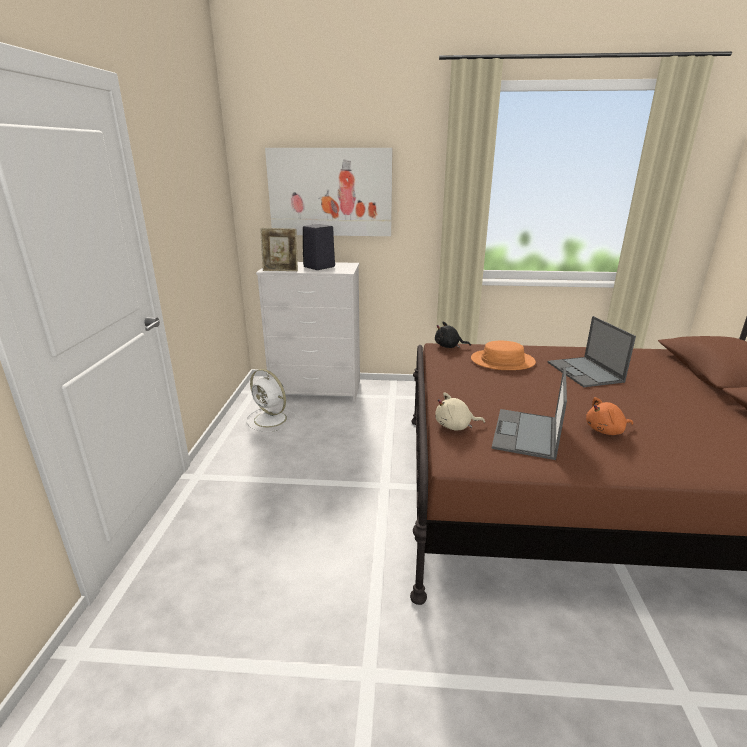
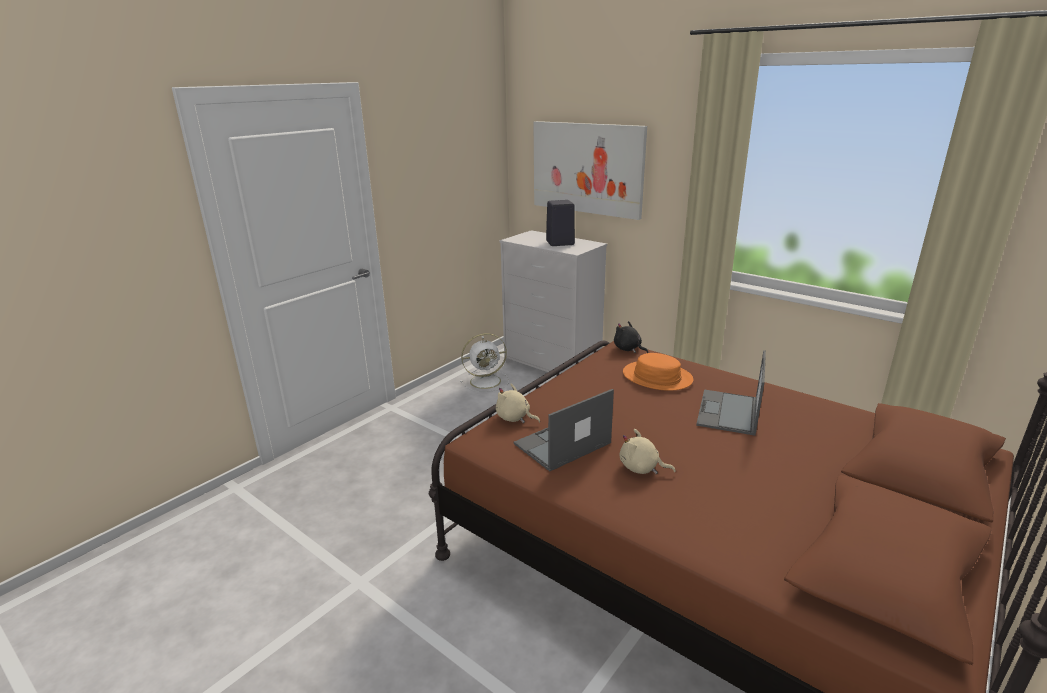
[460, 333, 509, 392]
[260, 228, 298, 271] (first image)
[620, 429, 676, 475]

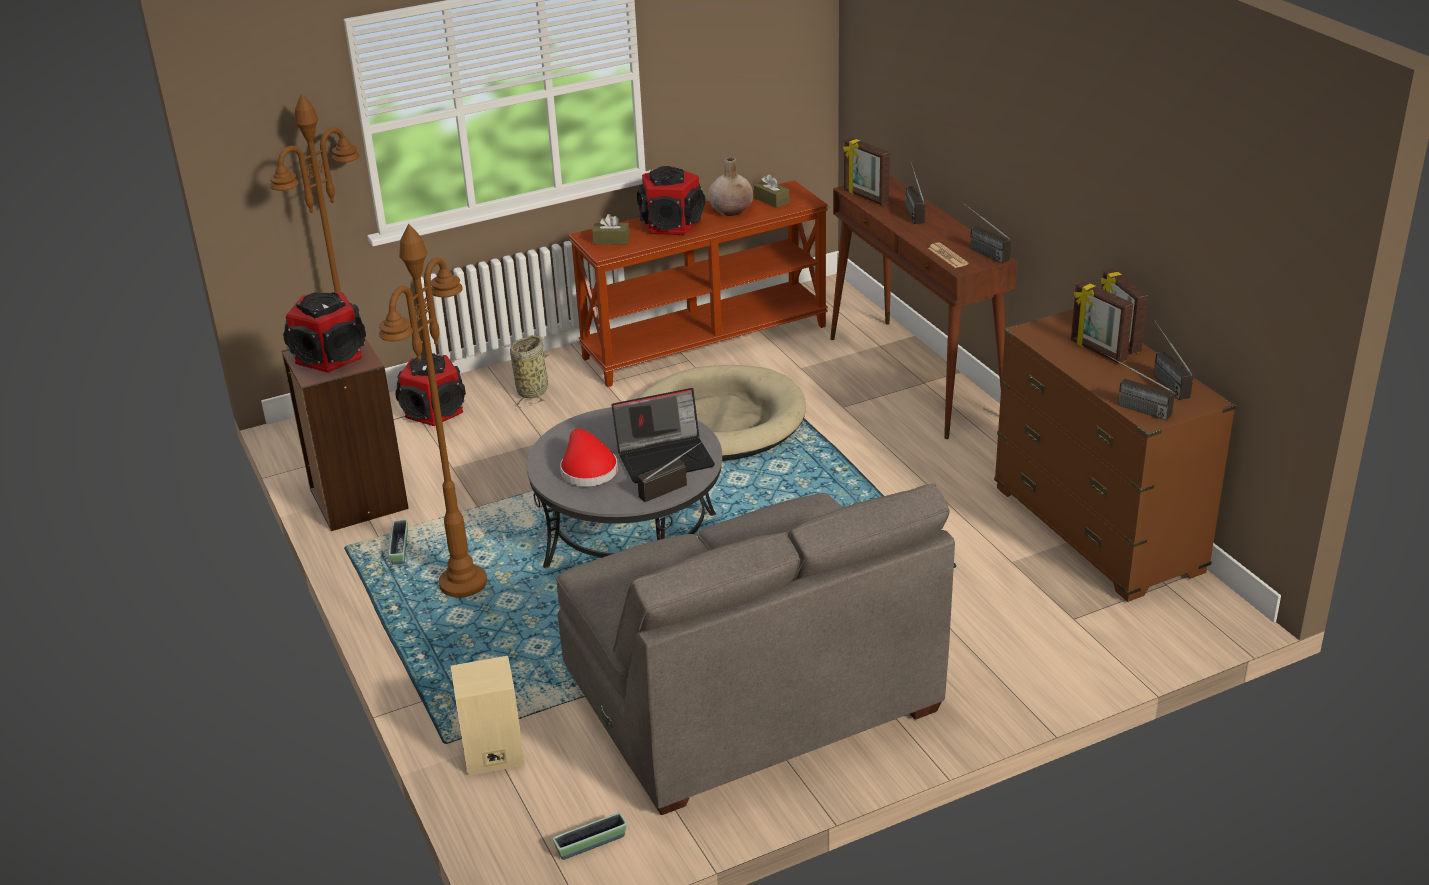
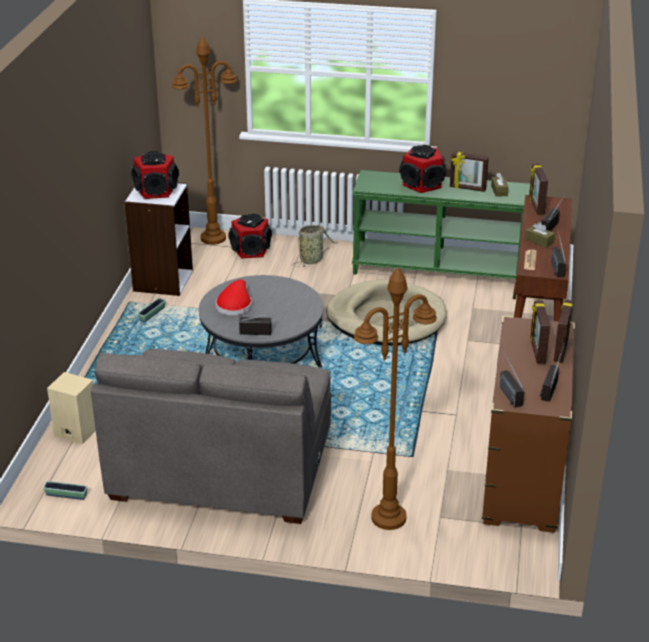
[124, 182, 193, 296]
[354, 268, 437, 530]
[352, 170, 530, 279]
[525, 222, 555, 248]
[611, 388, 715, 483] (first image)
[450, 152, 489, 192]

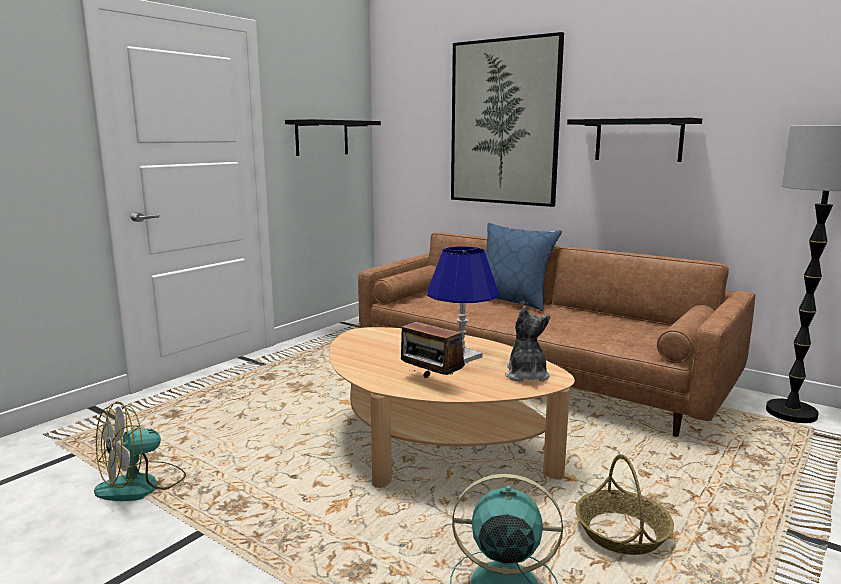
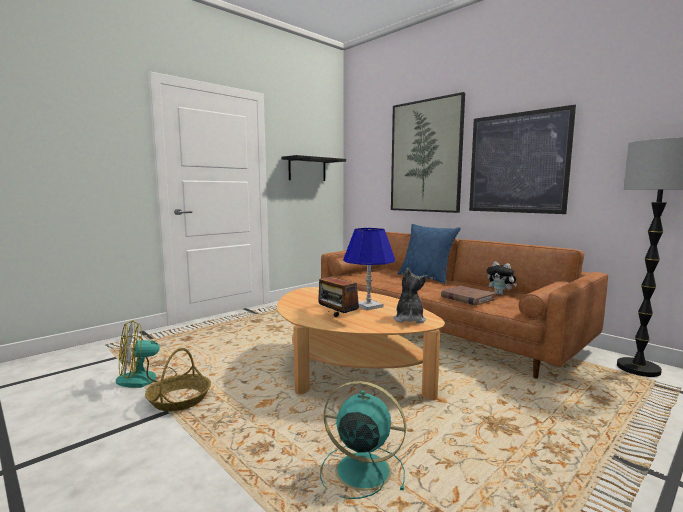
[469, 105, 576, 214]
[145, 348, 211, 411]
[441, 286, 496, 306]
[487, 262, 517, 295]

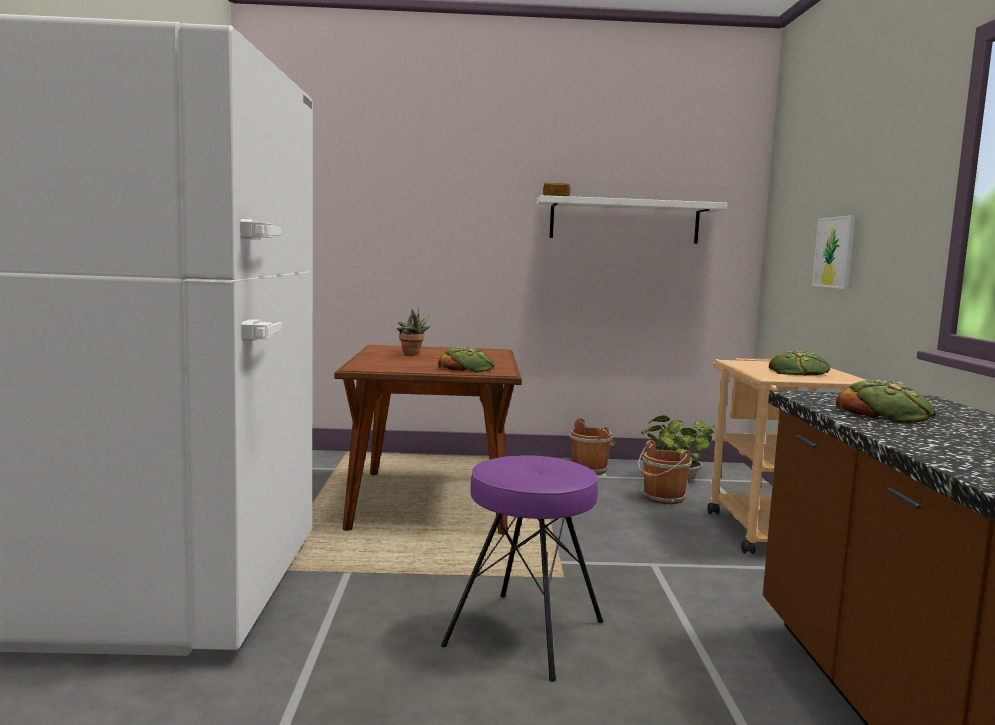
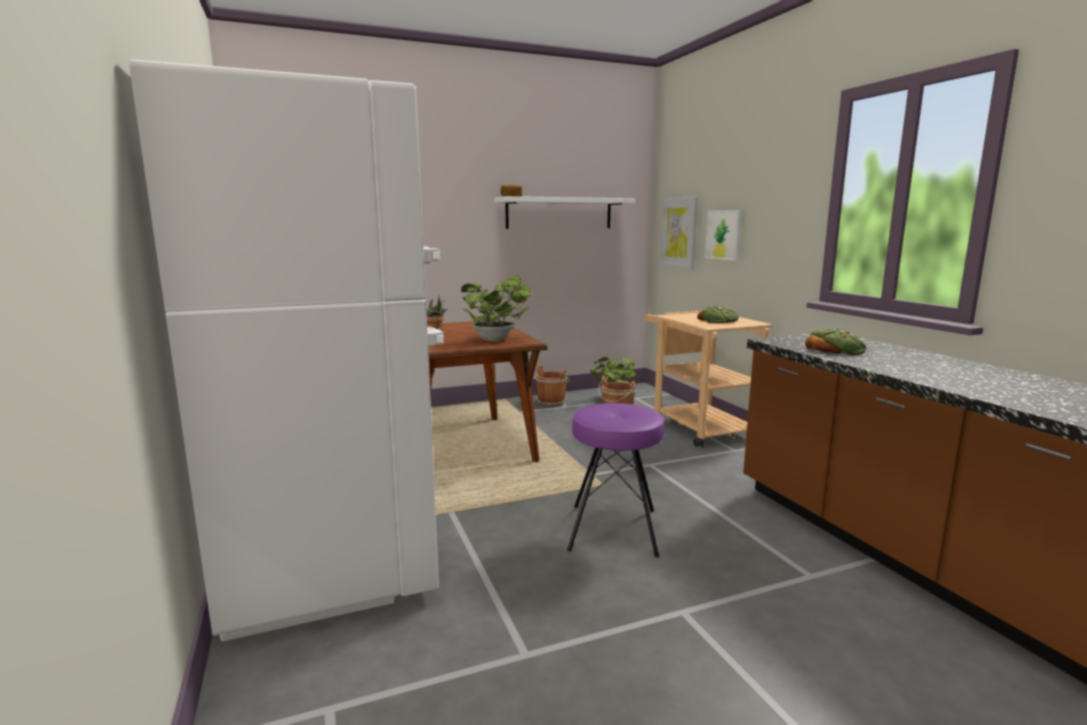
[461, 275, 531, 342]
[660, 196, 698, 269]

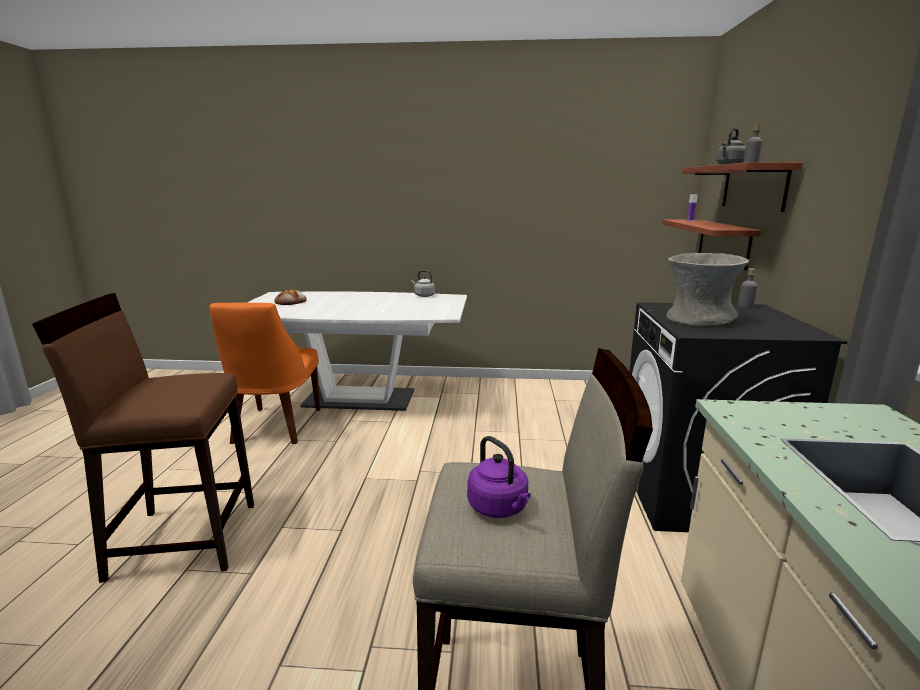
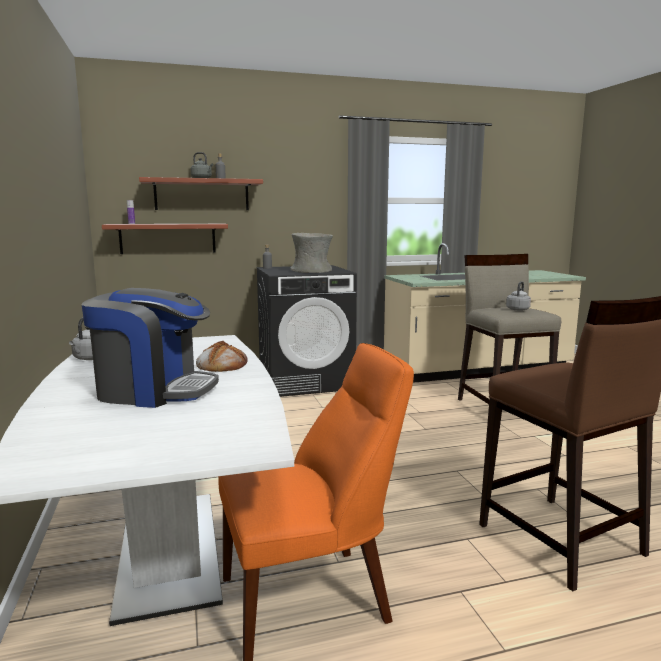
[196, 341, 248, 372]
[506, 281, 531, 311]
[82, 288, 219, 408]

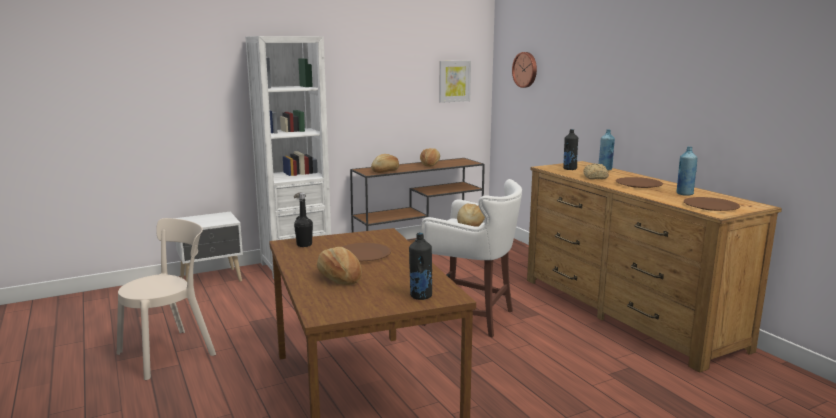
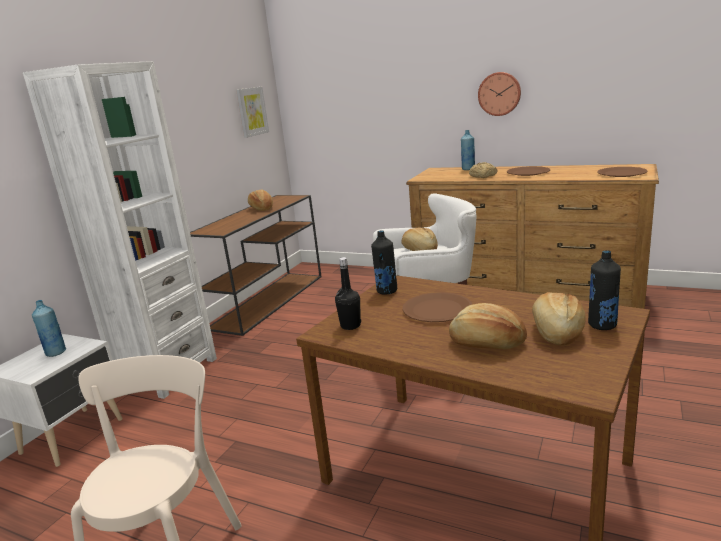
[532, 292, 586, 345]
[478, 72, 521, 116]
[371, 231, 397, 295]
[32, 300, 66, 357]

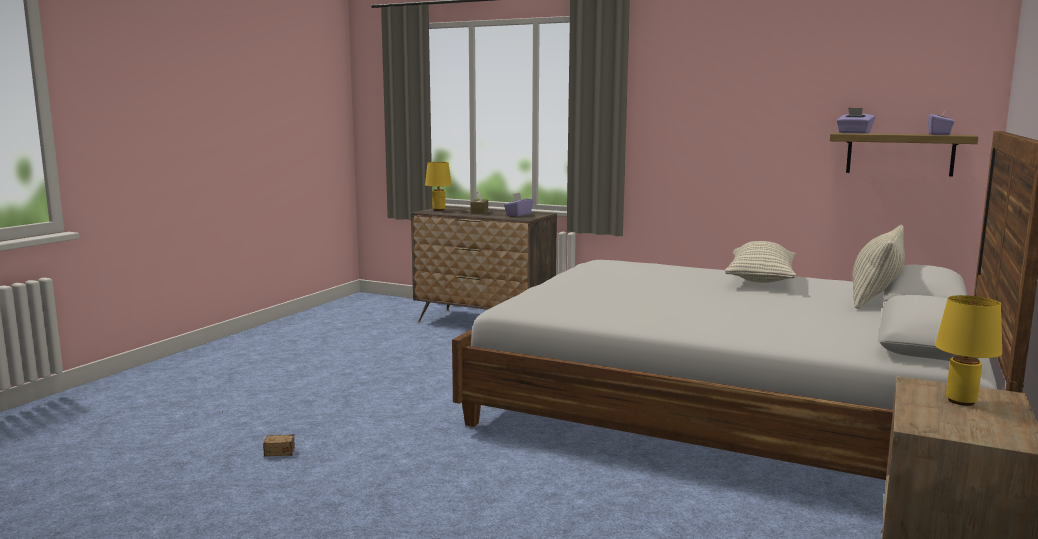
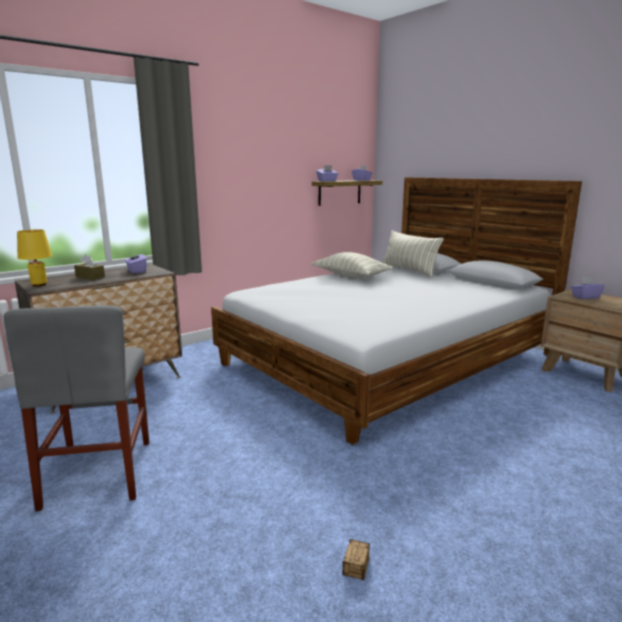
[571, 277, 605, 299]
[3, 305, 149, 511]

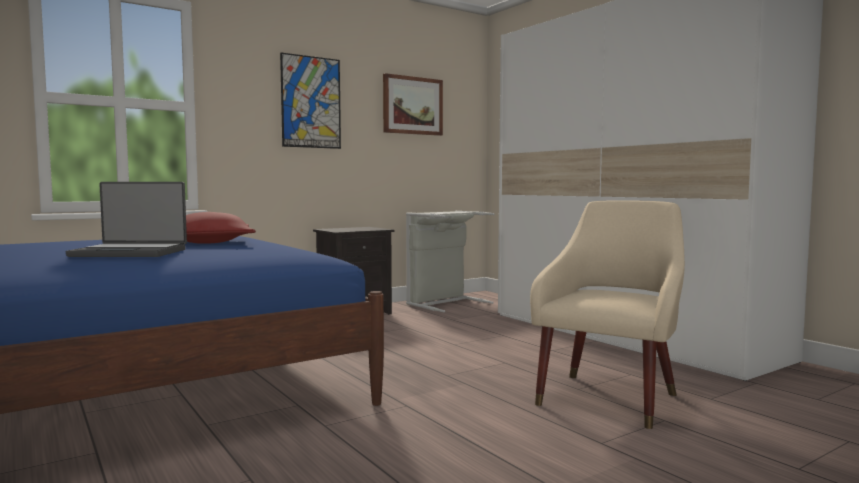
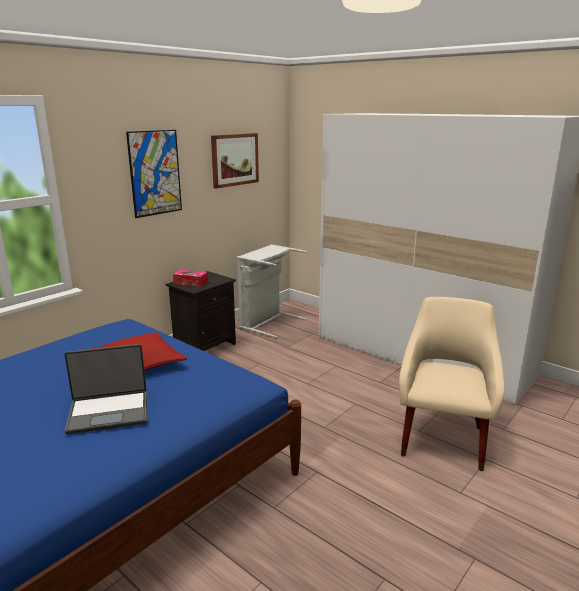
[173, 270, 208, 287]

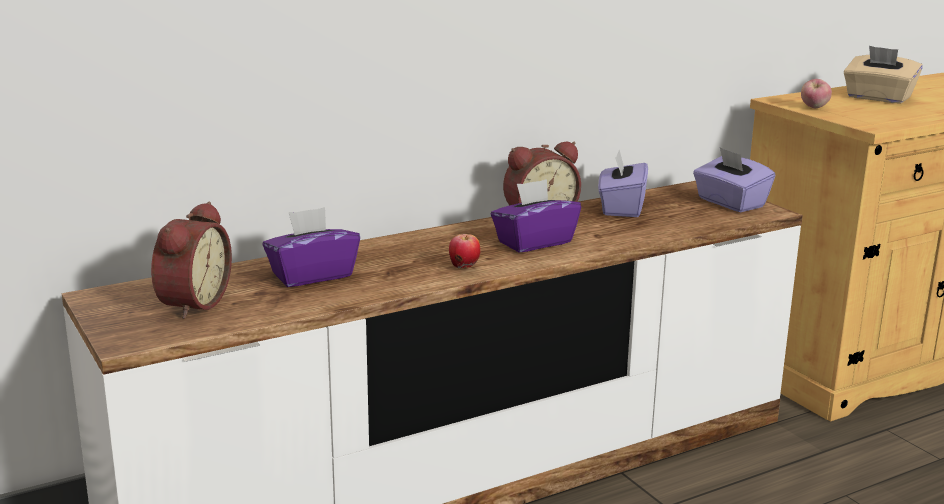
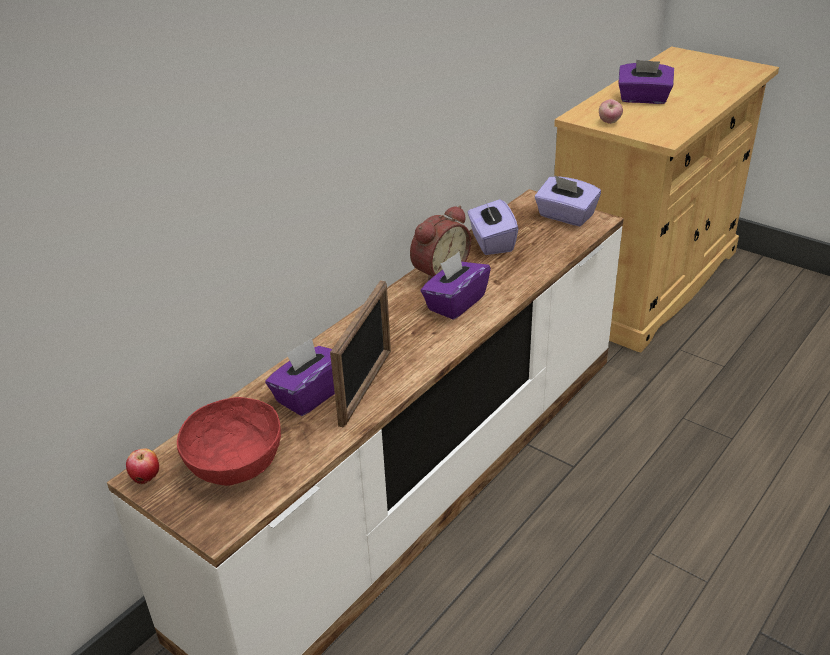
[177, 397, 281, 486]
[126, 448, 159, 484]
[618, 60, 674, 104]
[330, 280, 391, 427]

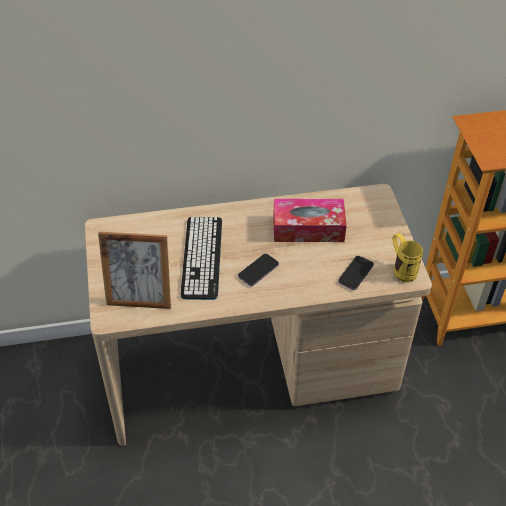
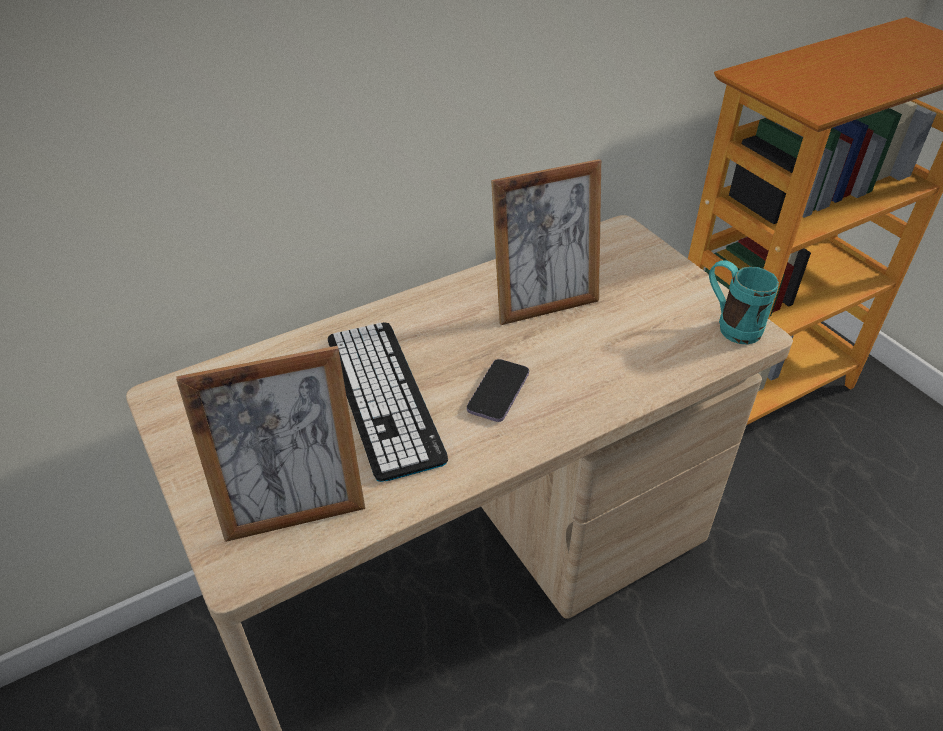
[491, 159, 601, 325]
[338, 256, 374, 290] (first image)
[709, 260, 779, 344]

